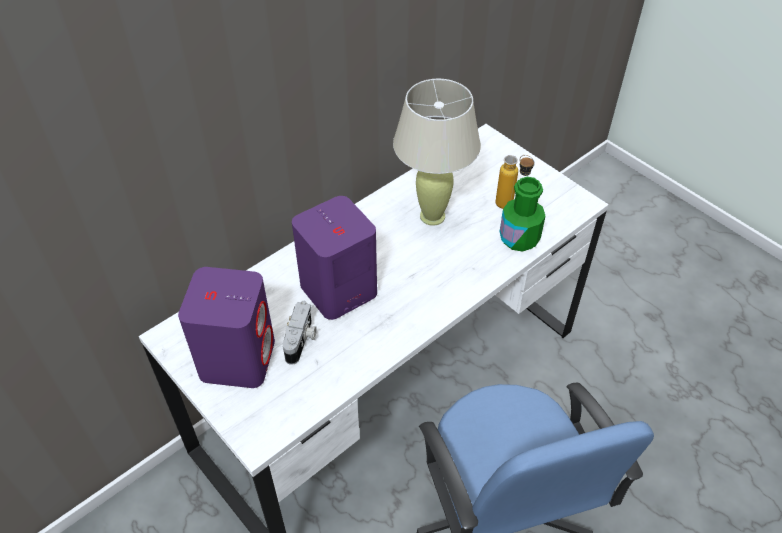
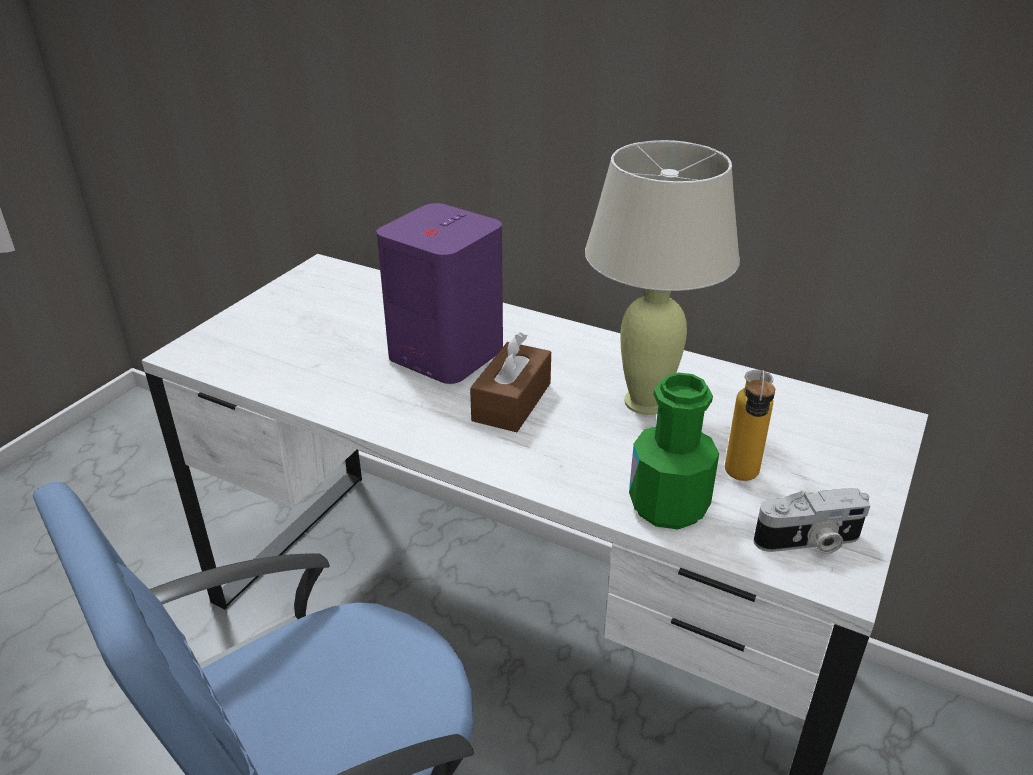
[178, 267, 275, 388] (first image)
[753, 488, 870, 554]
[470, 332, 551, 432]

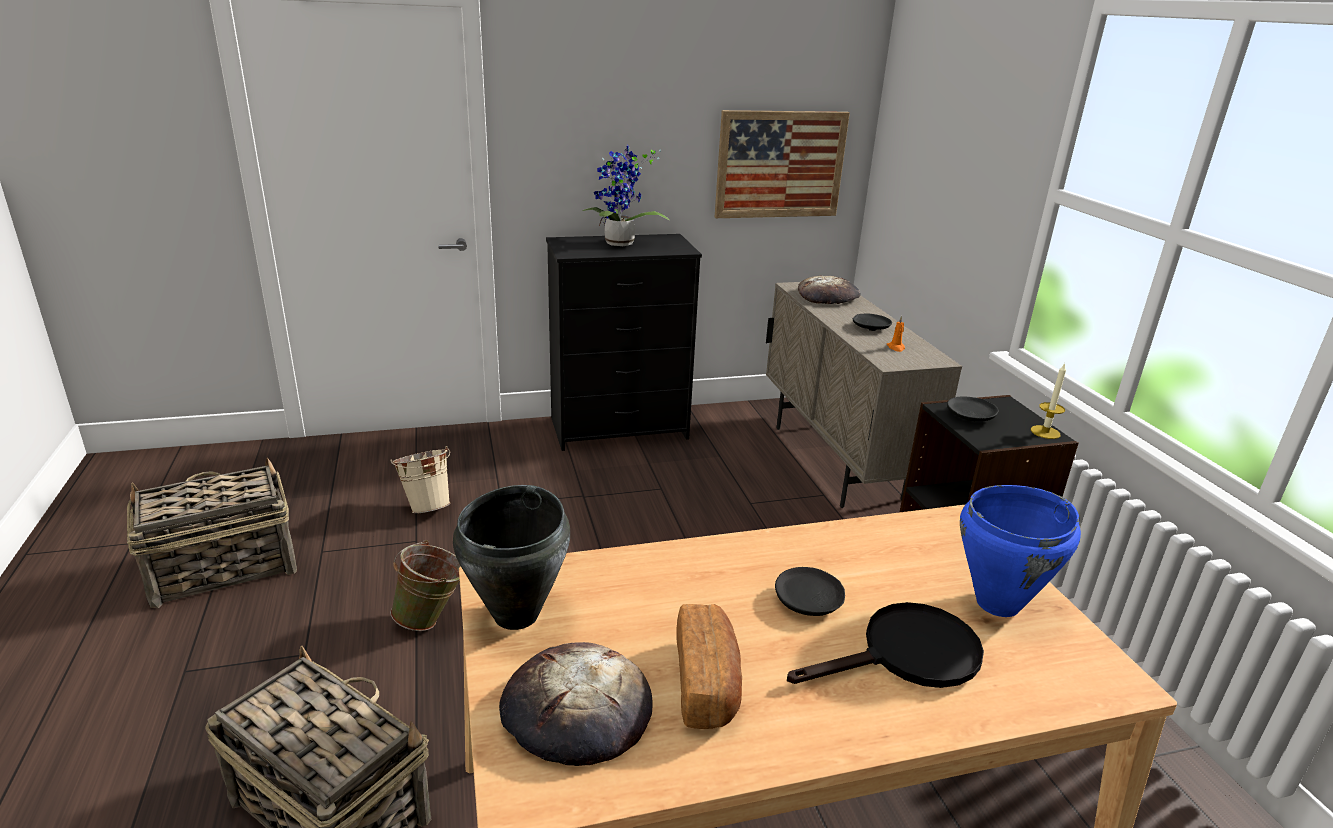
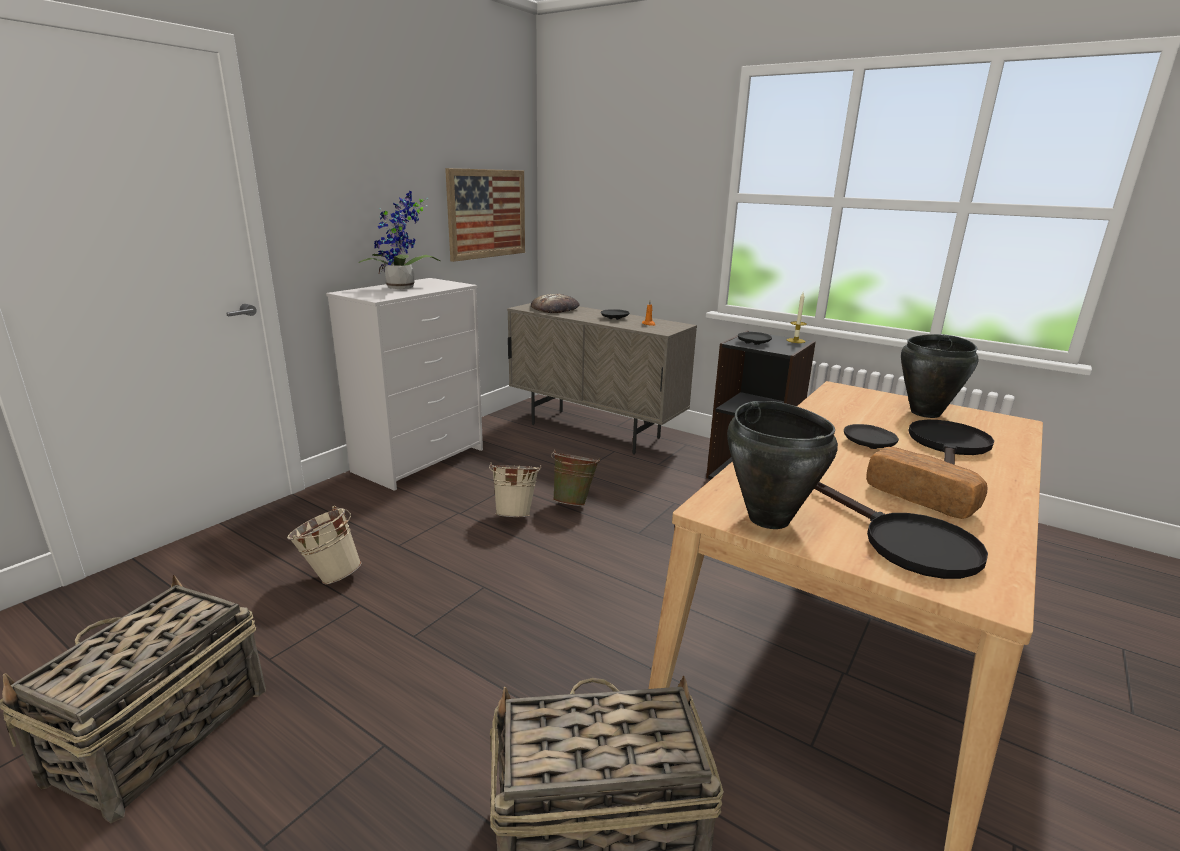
[551, 450, 600, 506]
[814, 482, 988, 579]
[326, 278, 483, 491]
[901, 334, 979, 418]
[489, 462, 541, 517]

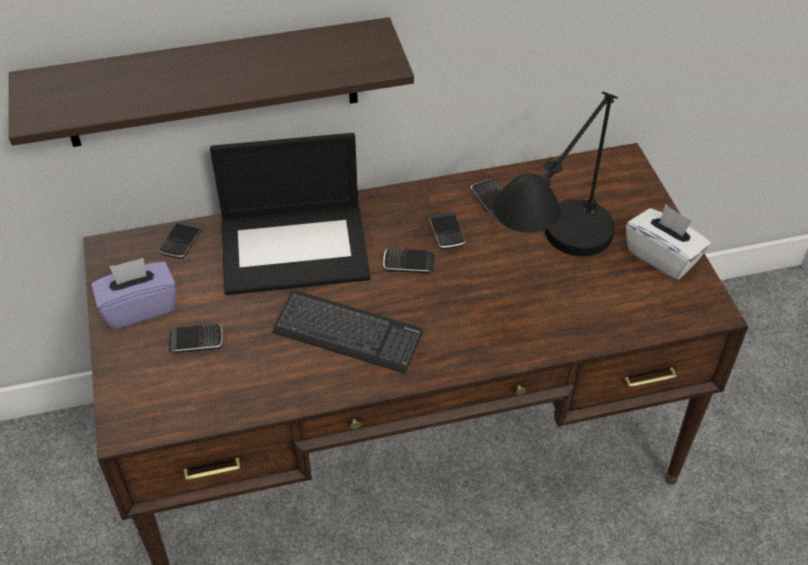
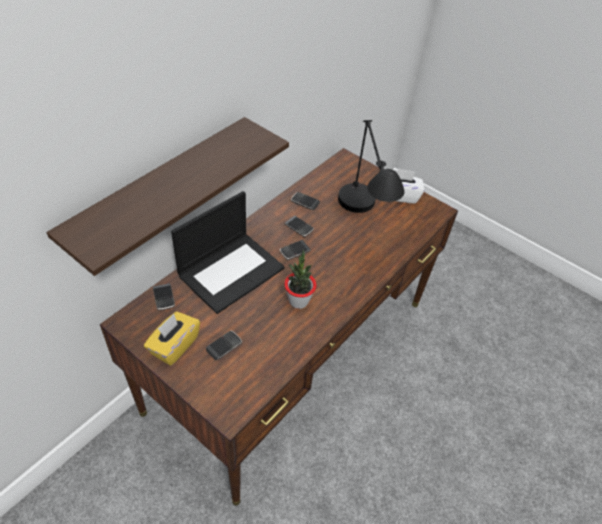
[144, 311, 200, 366]
[284, 250, 317, 309]

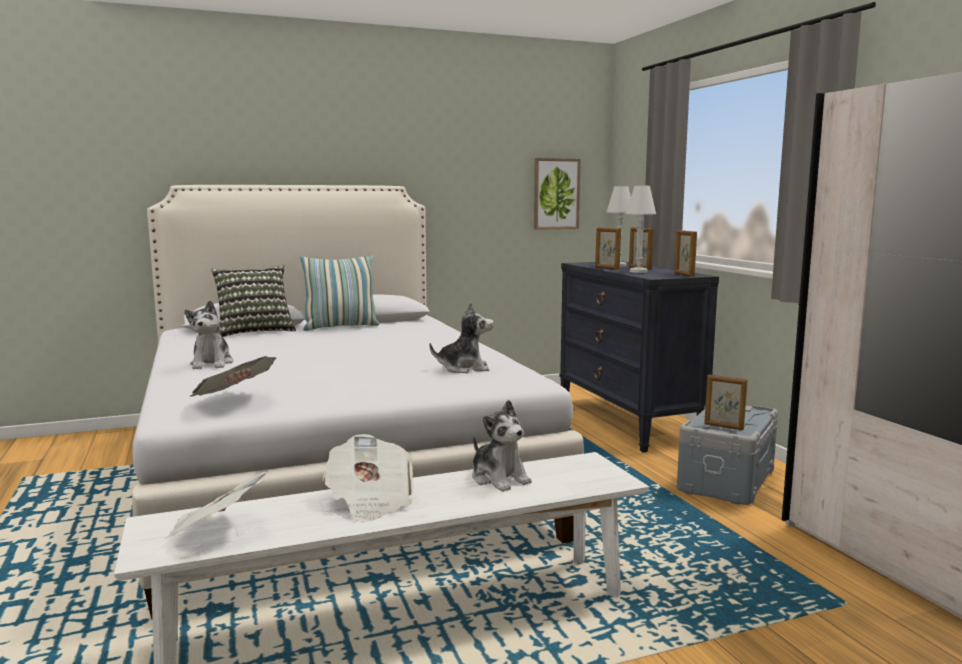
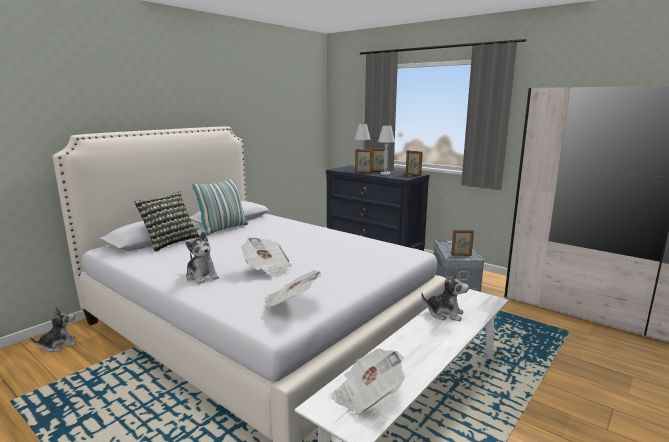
[241, 237, 292, 278]
[30, 306, 76, 352]
[534, 158, 581, 230] (first image)

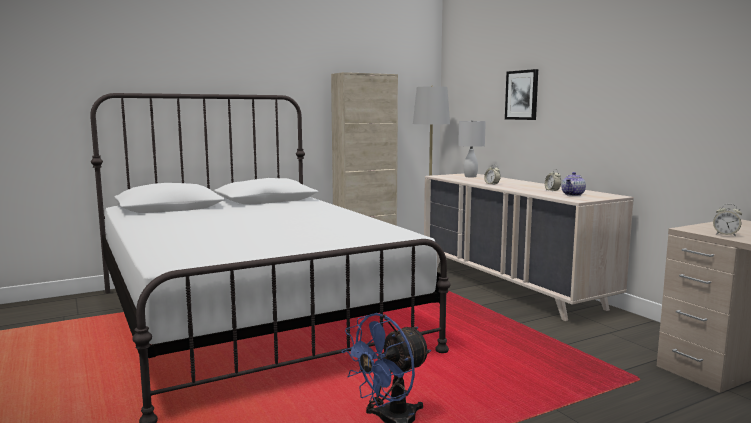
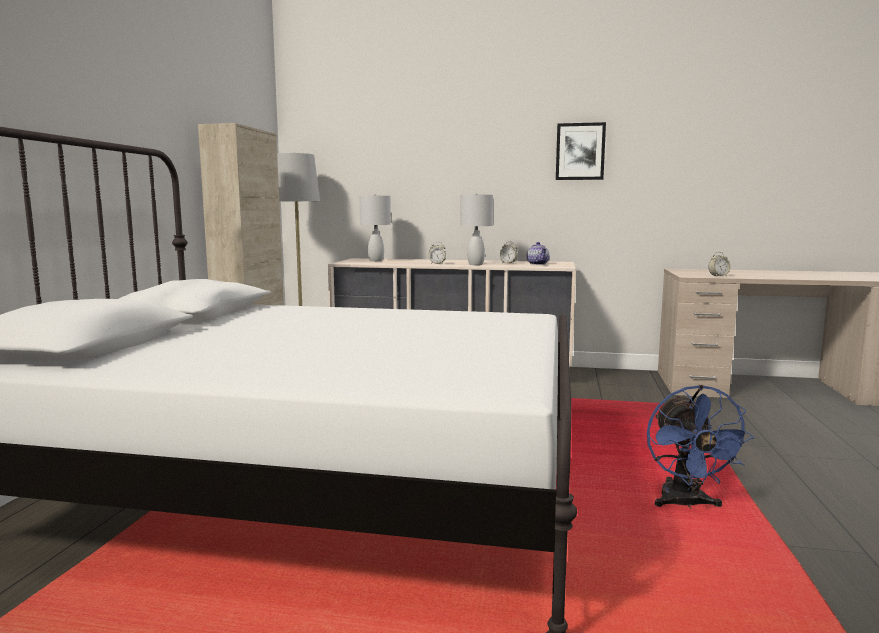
[556, 122, 606, 180]
[460, 194, 493, 265]

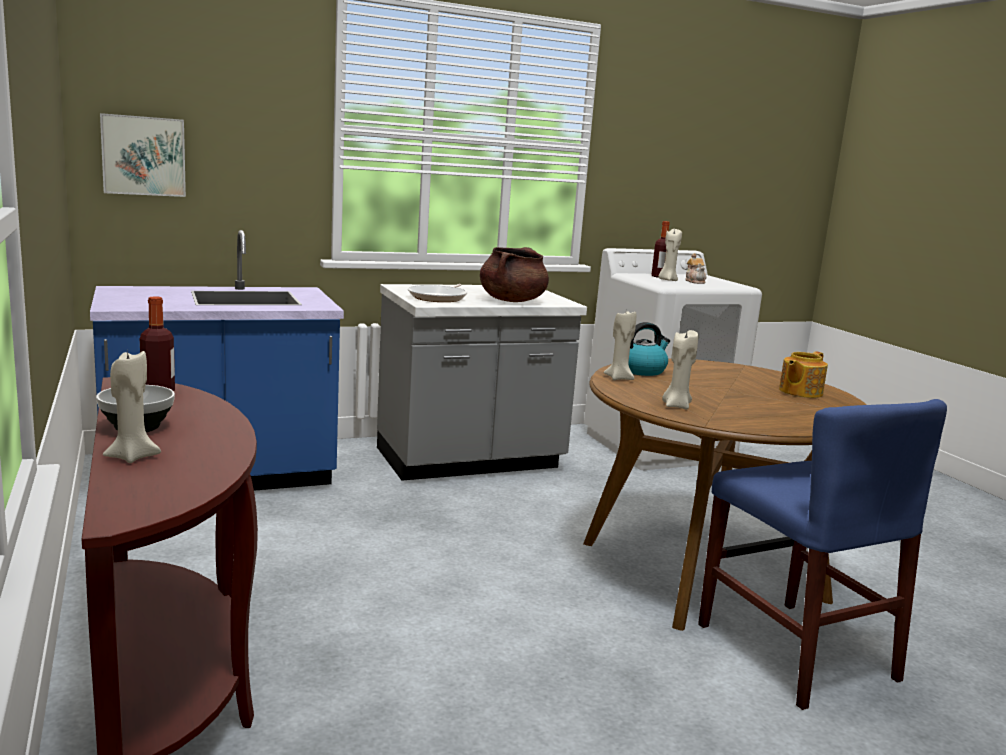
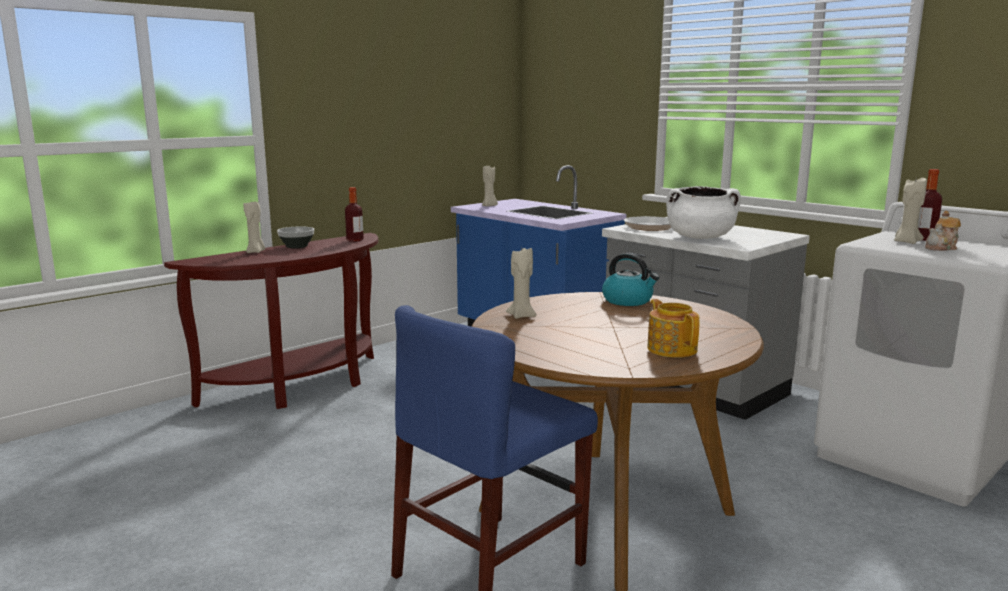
[100, 113, 186, 197] (first image)
[666, 186, 741, 239]
[482, 166, 498, 206]
[647, 299, 699, 357]

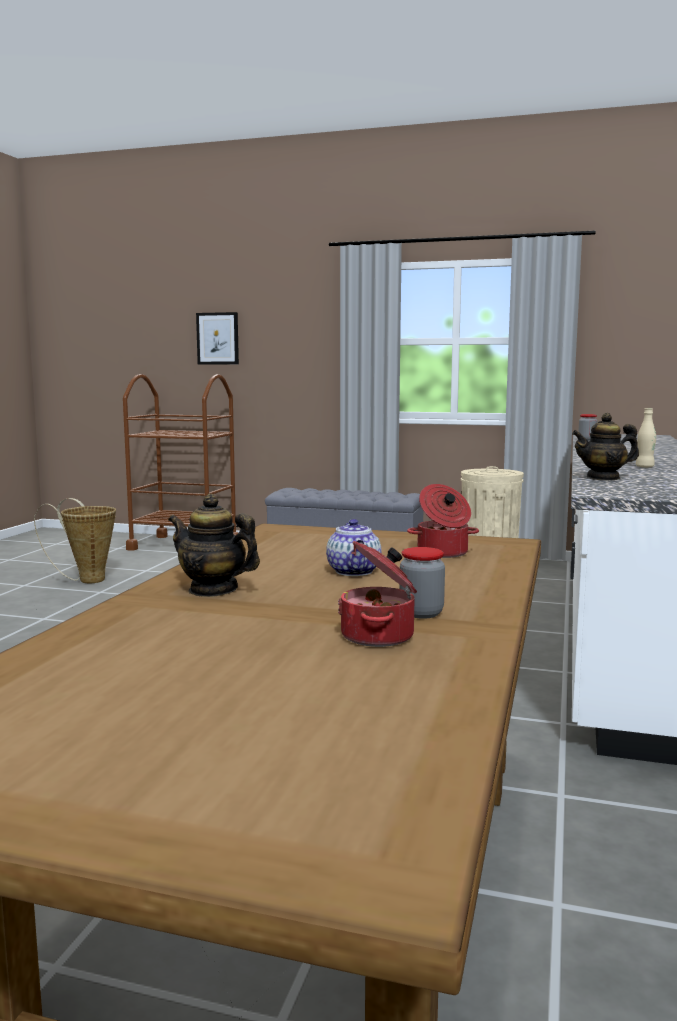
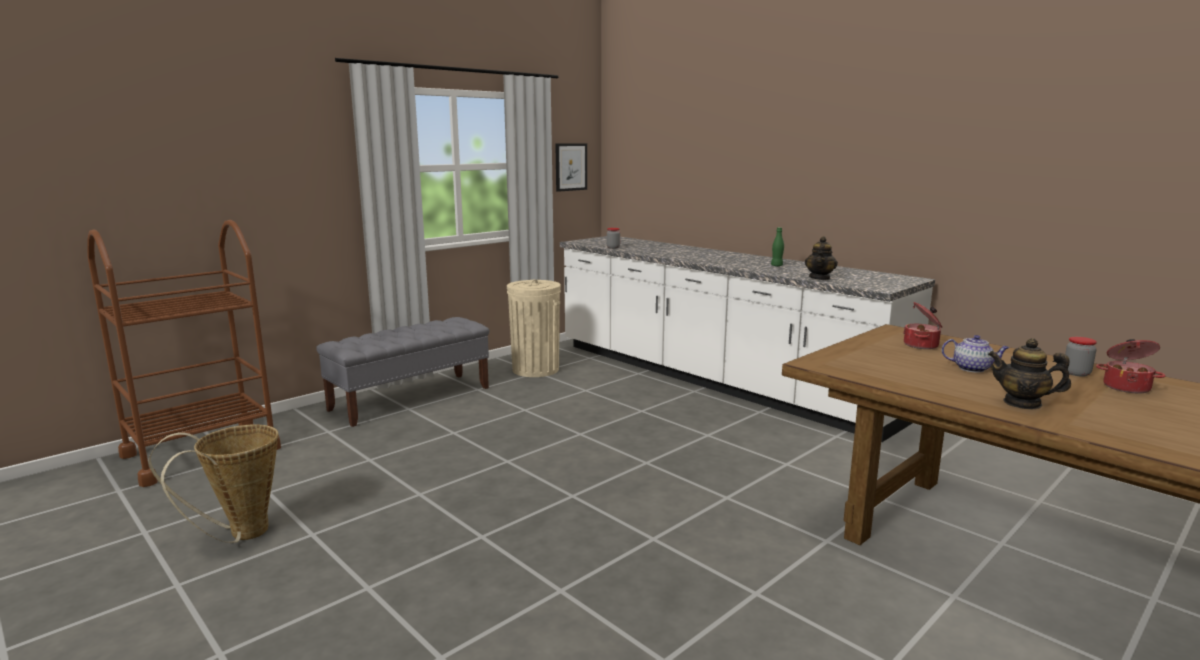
[988, 338, 1071, 409]
[555, 143, 587, 192]
[771, 227, 784, 266]

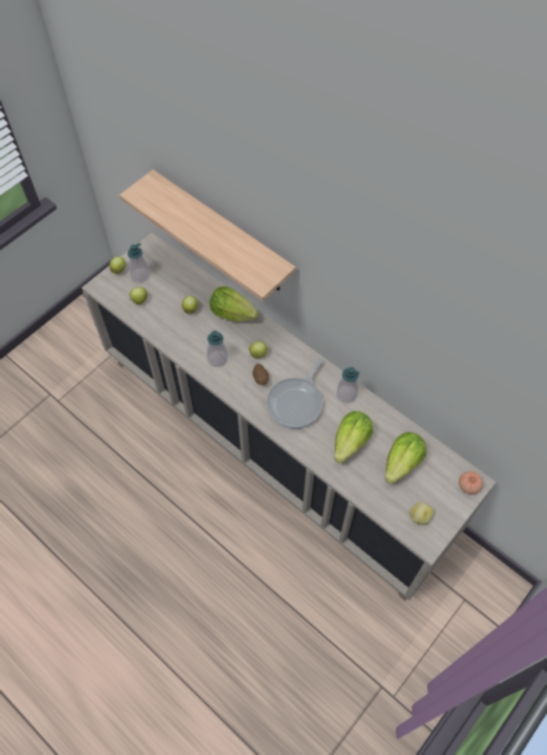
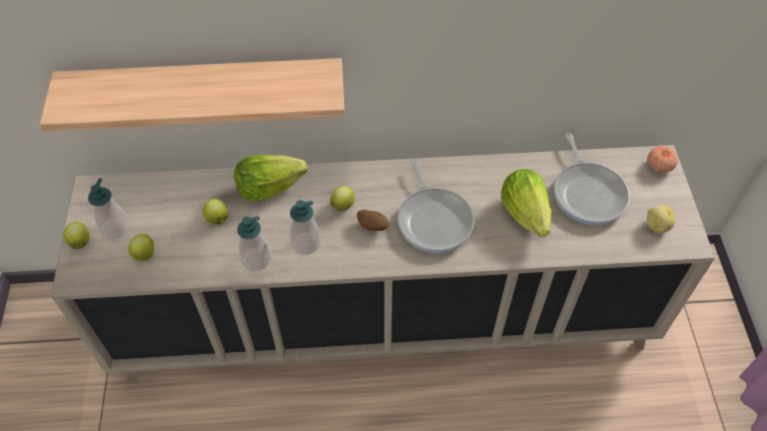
[237, 216, 271, 271]
[554, 133, 630, 225]

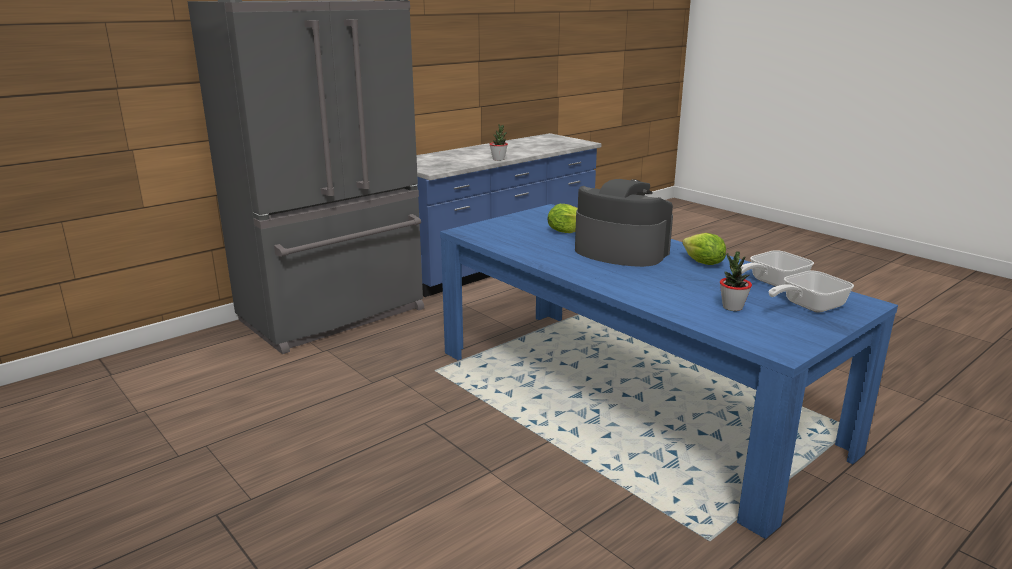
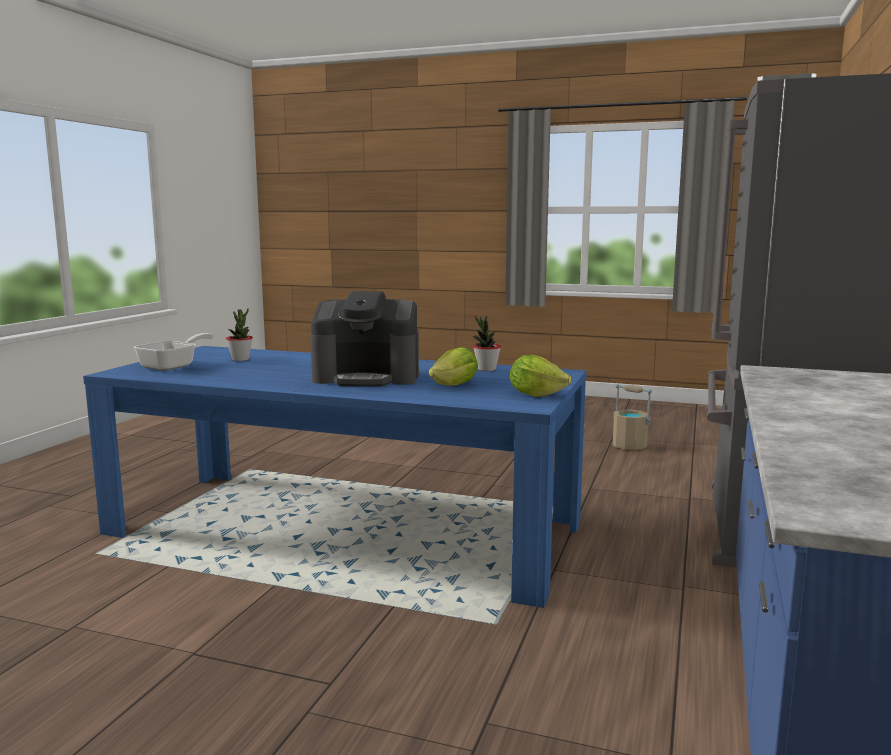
[473, 315, 501, 371]
[510, 355, 571, 397]
[741, 250, 814, 287] (first image)
[613, 384, 652, 450]

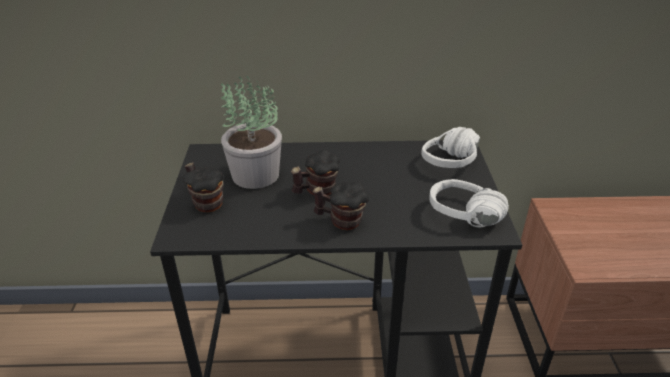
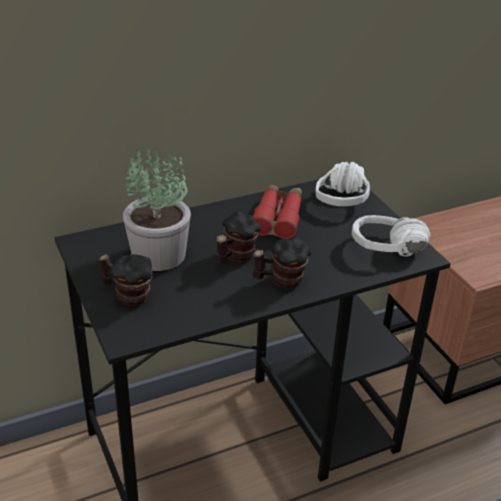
[253, 184, 302, 239]

